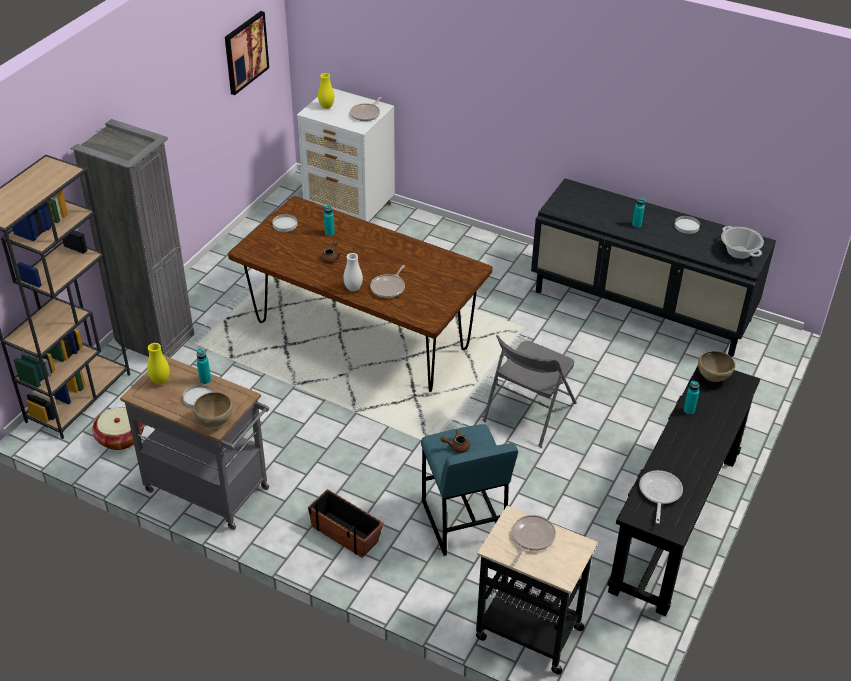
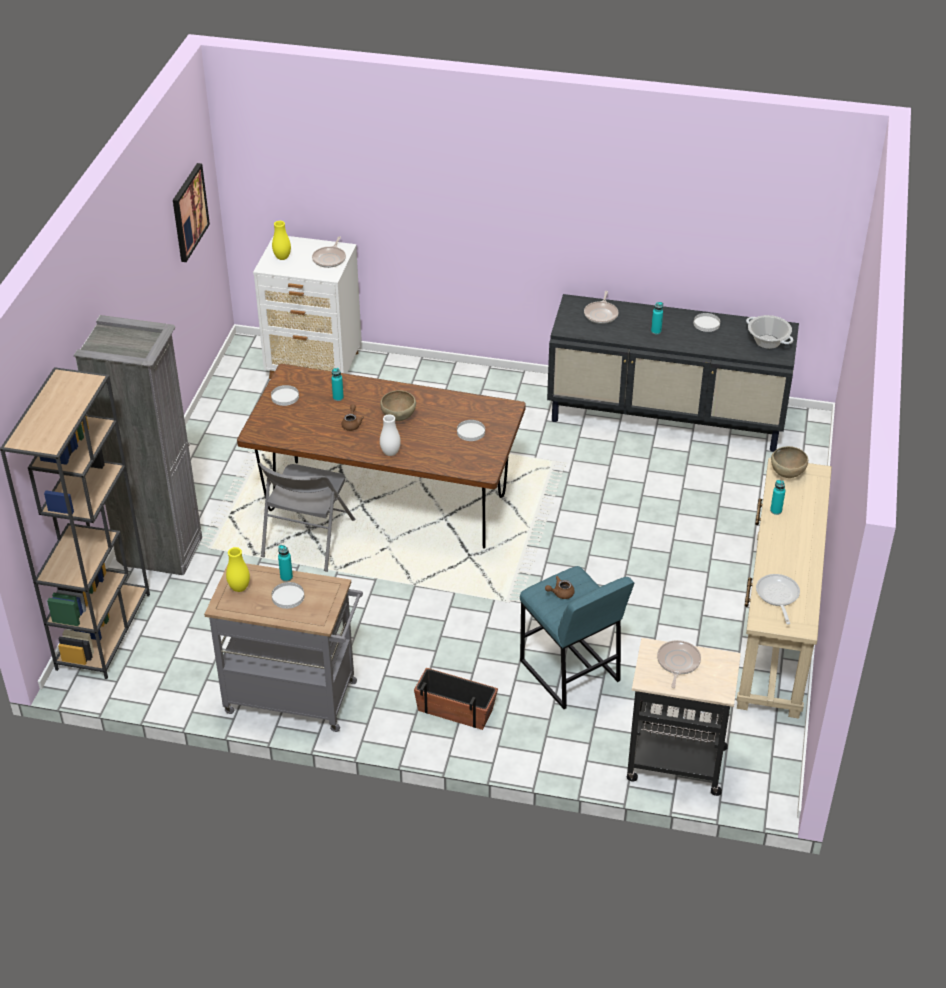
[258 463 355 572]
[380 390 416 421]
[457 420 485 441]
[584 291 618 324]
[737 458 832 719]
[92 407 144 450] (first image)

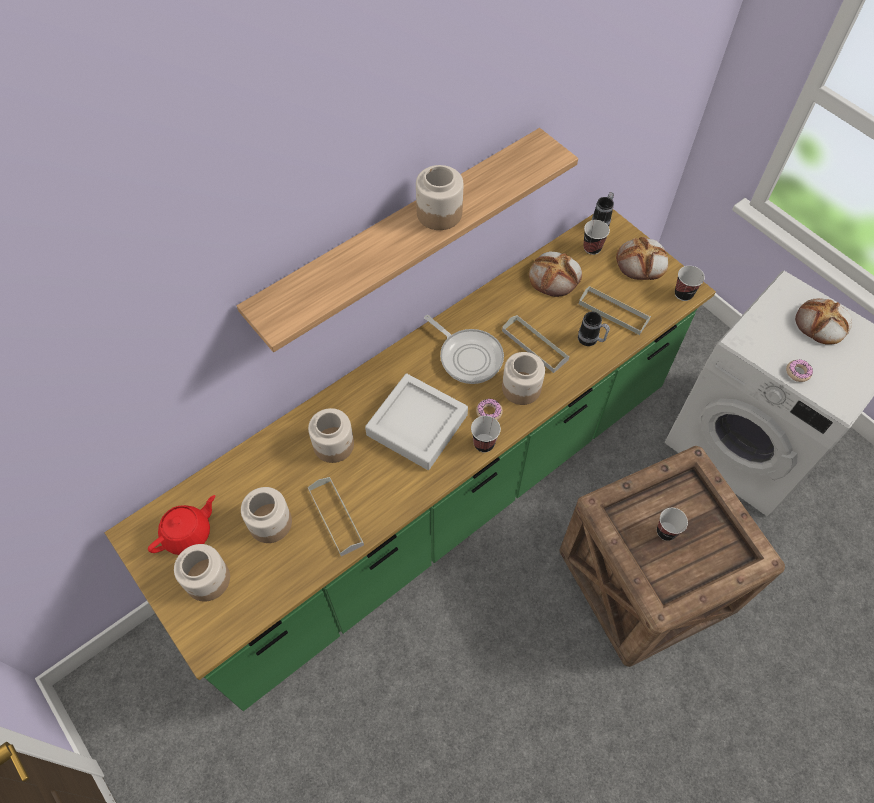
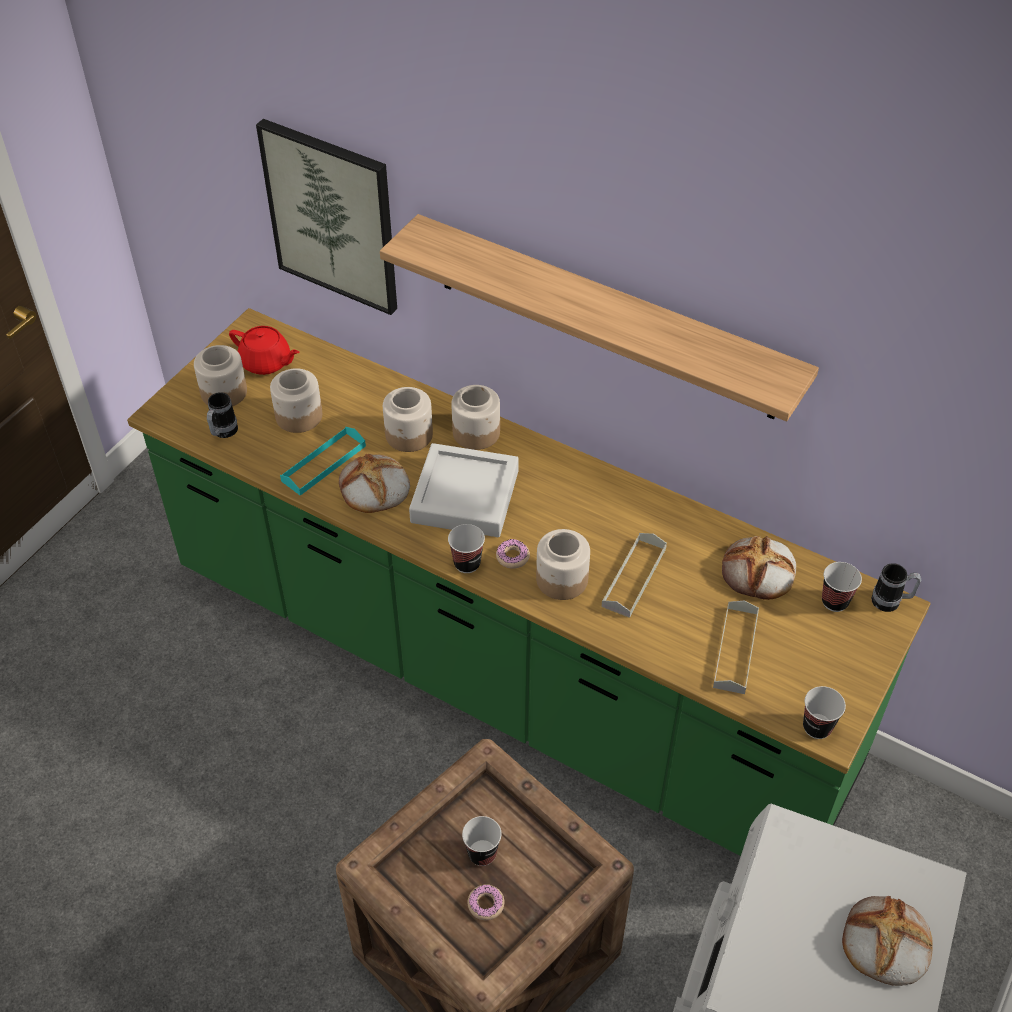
[207 392 238 438]
[256 119 397 315]
[280 427 366 496]
[339 454 410 513]
[451 385 500 450]
[468 884 504 920]
[424 315 504 384] (first image)

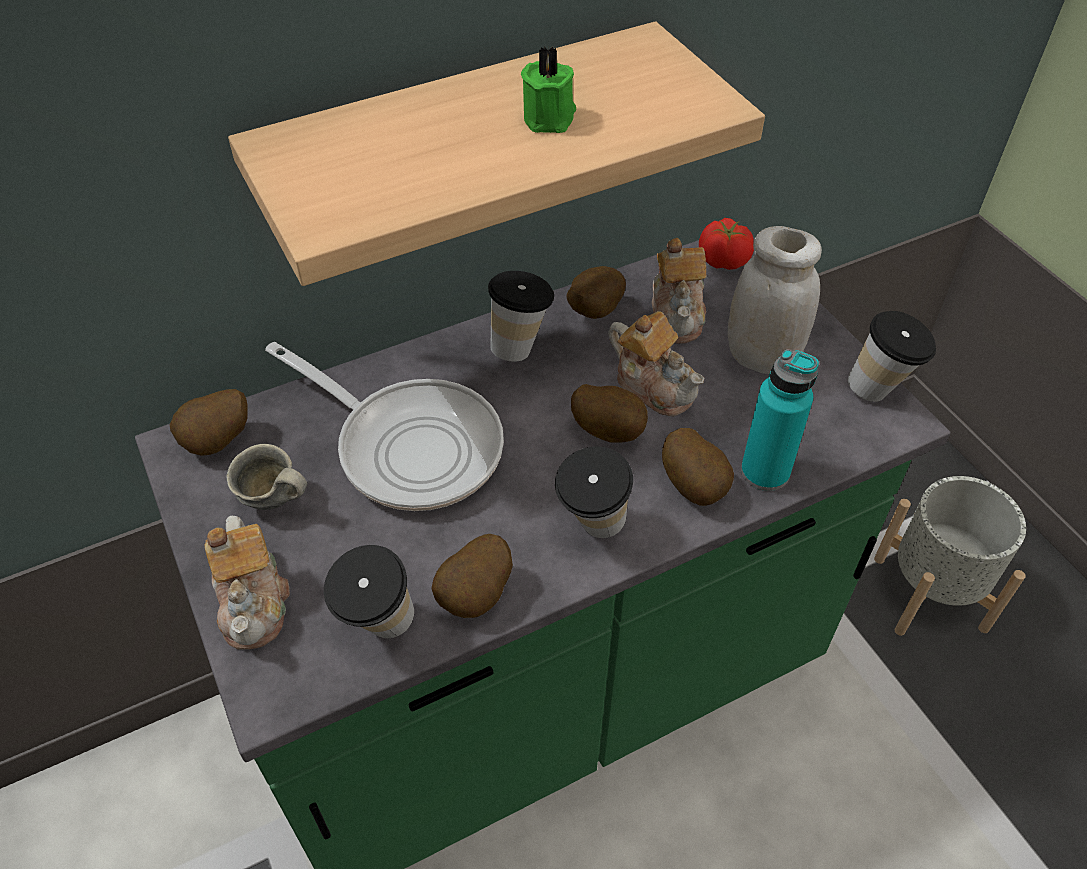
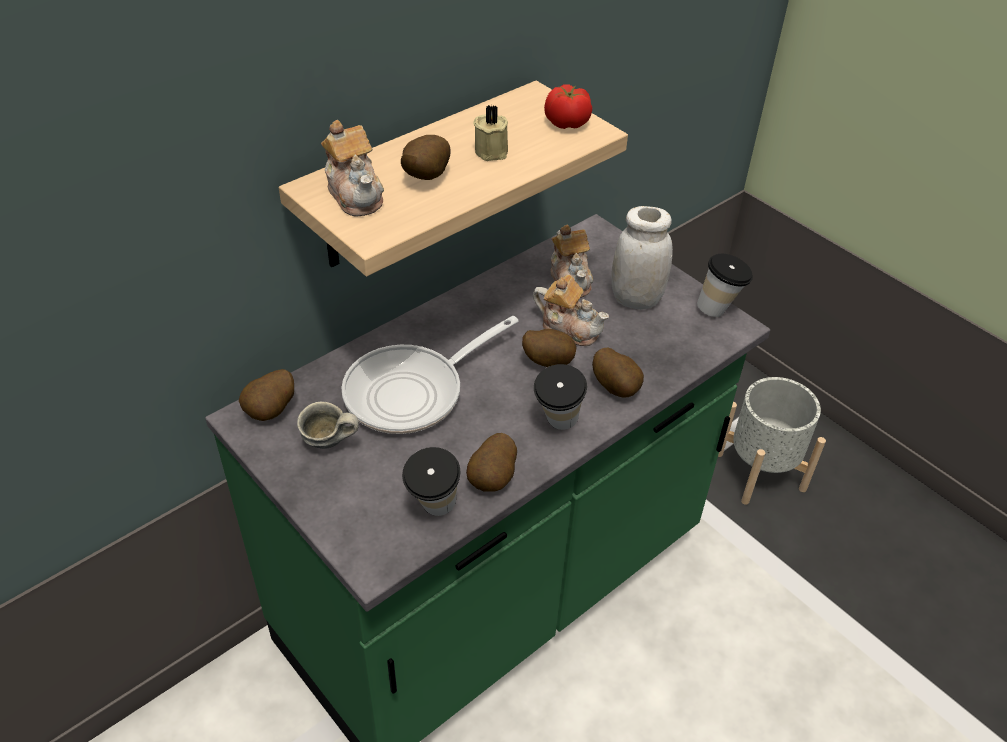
[321 120 384 217]
[342 316 519 434]
[401 135 451 180]
[473 105 508 161]
[544 84 592 129]
[488 271 554 362] (first image)
[741 349 819 491] (first image)

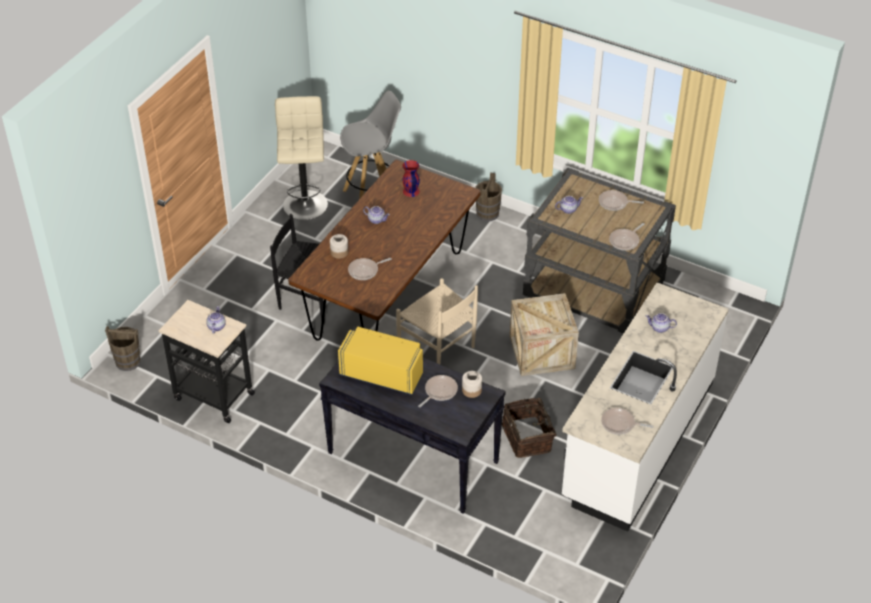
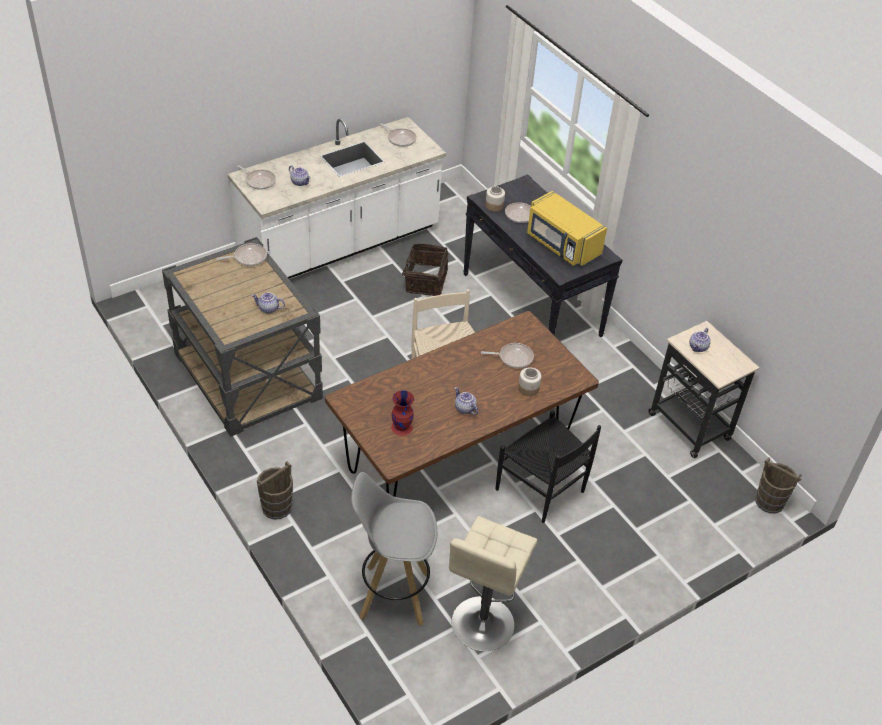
[237 165 276 190]
[510 293 579 376] (first image)

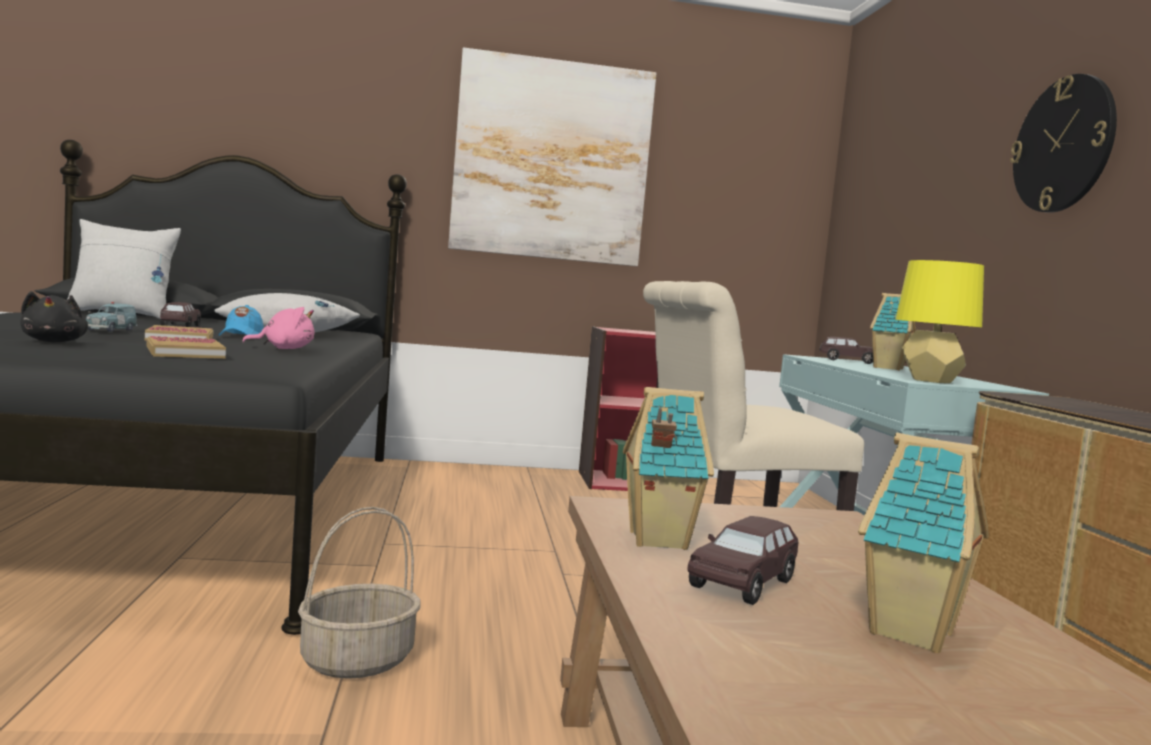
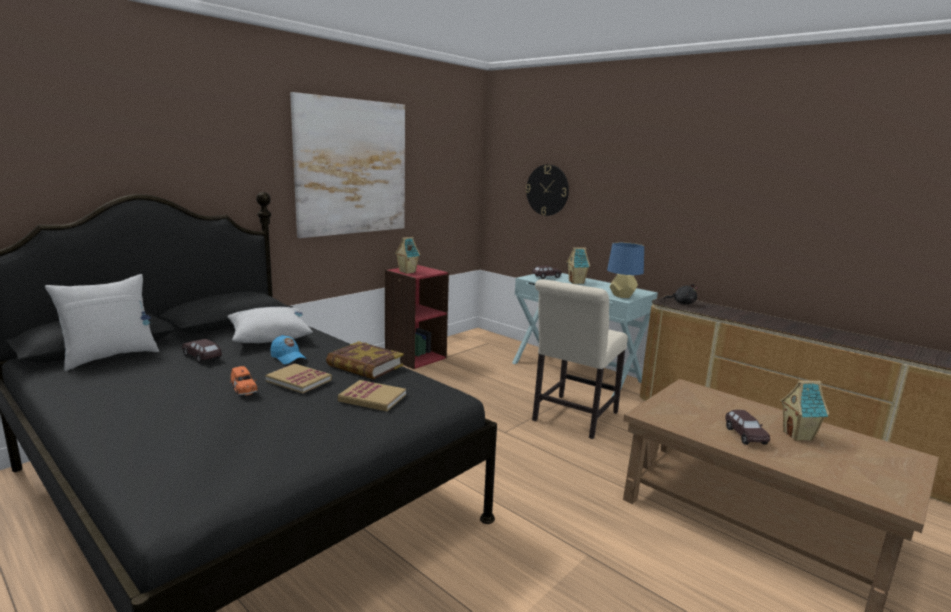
[230 366 257 396]
[326 341 404 379]
[395 237 421 274]
[526 164 569 216]
[607 242 644 298]
[664 284 698 304]
[298 507 421 679] (first image)

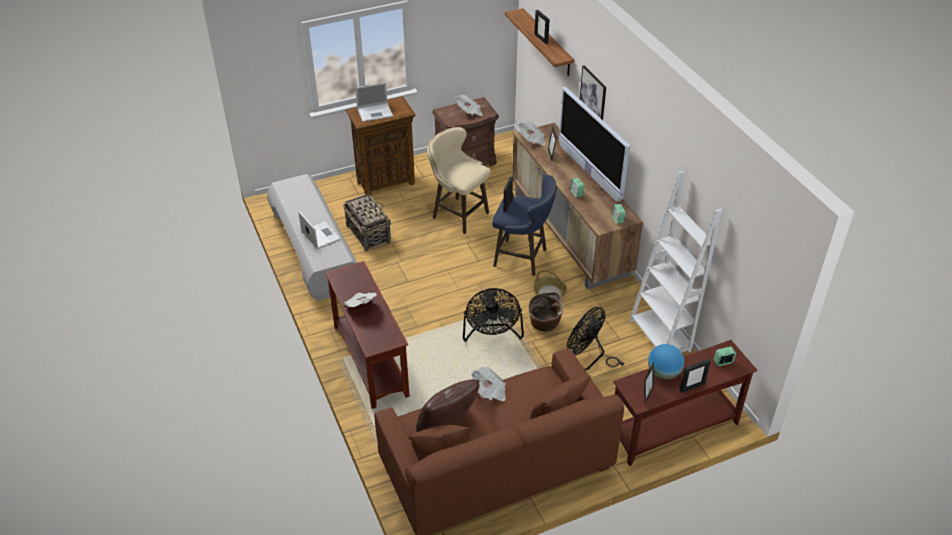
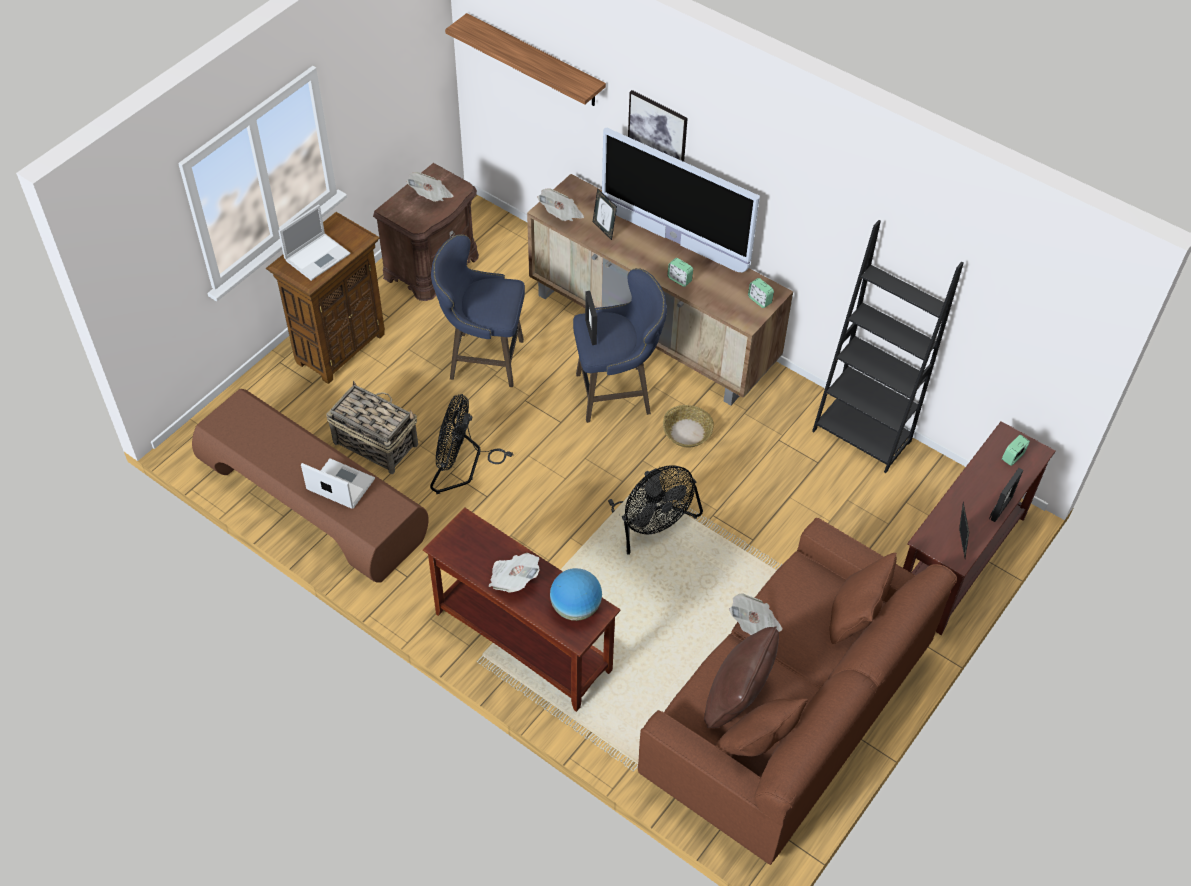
[192 389 429 583]
[430 394 513 494]
[431 234 525 387]
[550 568 602 621]
[812 220 964 473]
[529 292 564 331] (first image)
[534 10 550 44] (first image)

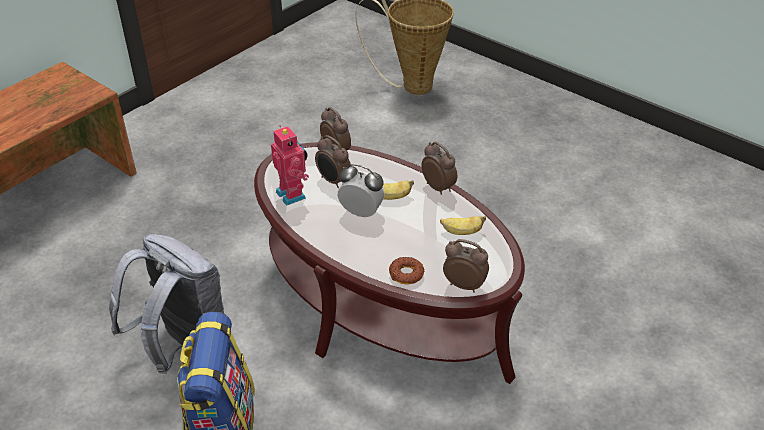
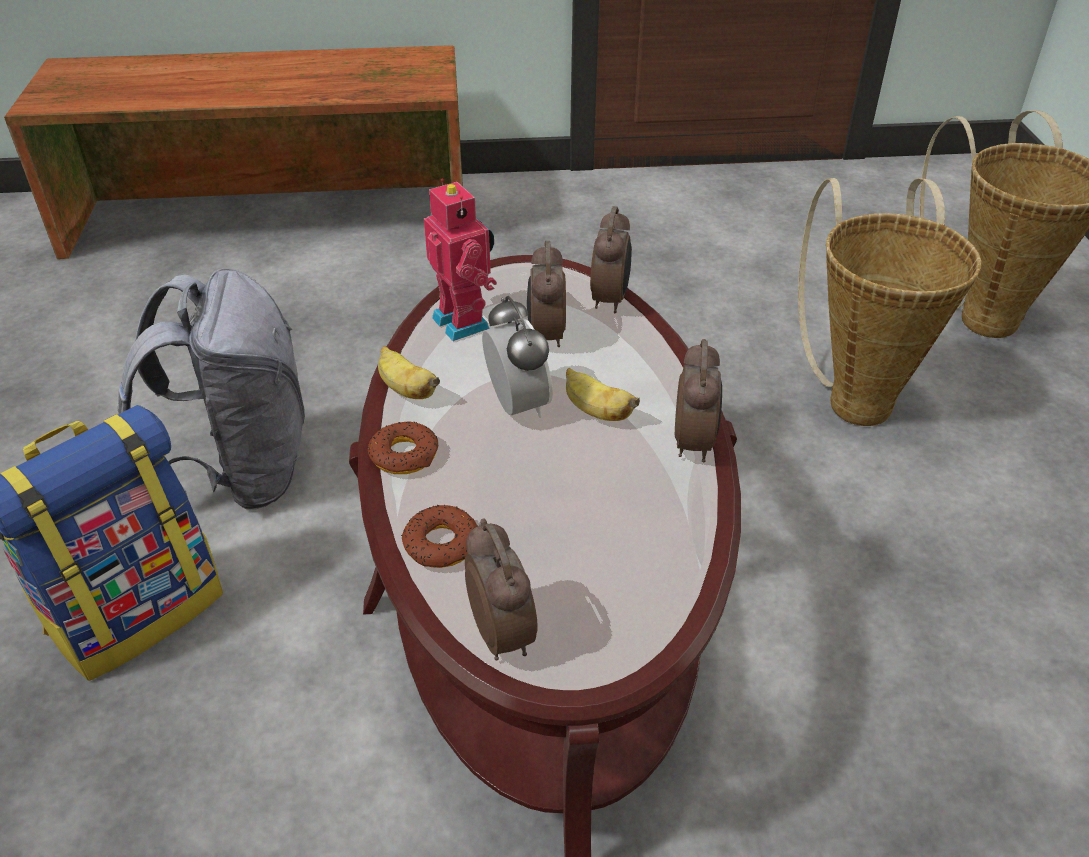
[367 422 438 474]
[378 346 440 399]
[424 179 497 341]
[798 178 982 426]

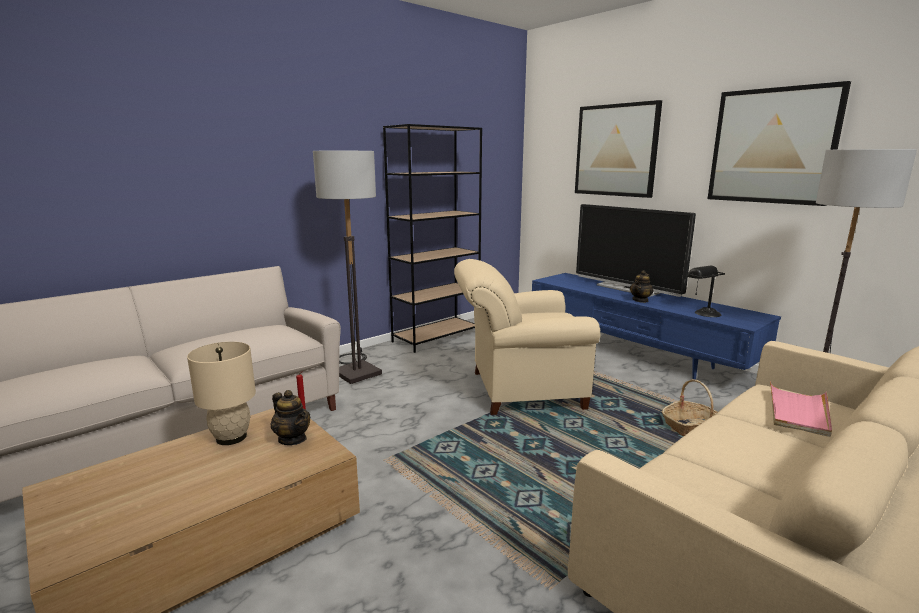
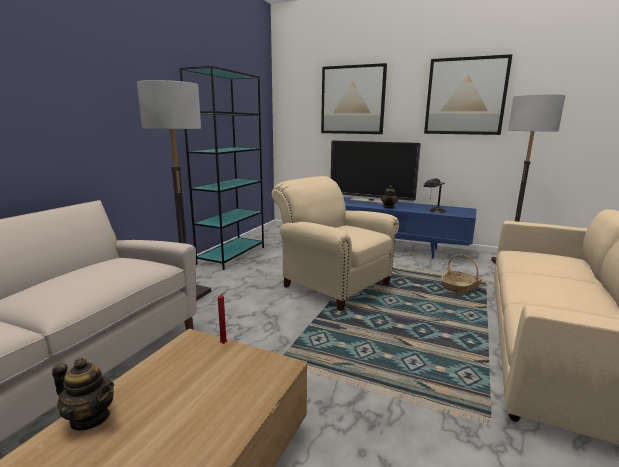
[52 358 114 430]
[179 66 264 270]
[272 176 399 311]
[187 342 256 445] (first image)
[770 381 832 437] (first image)

